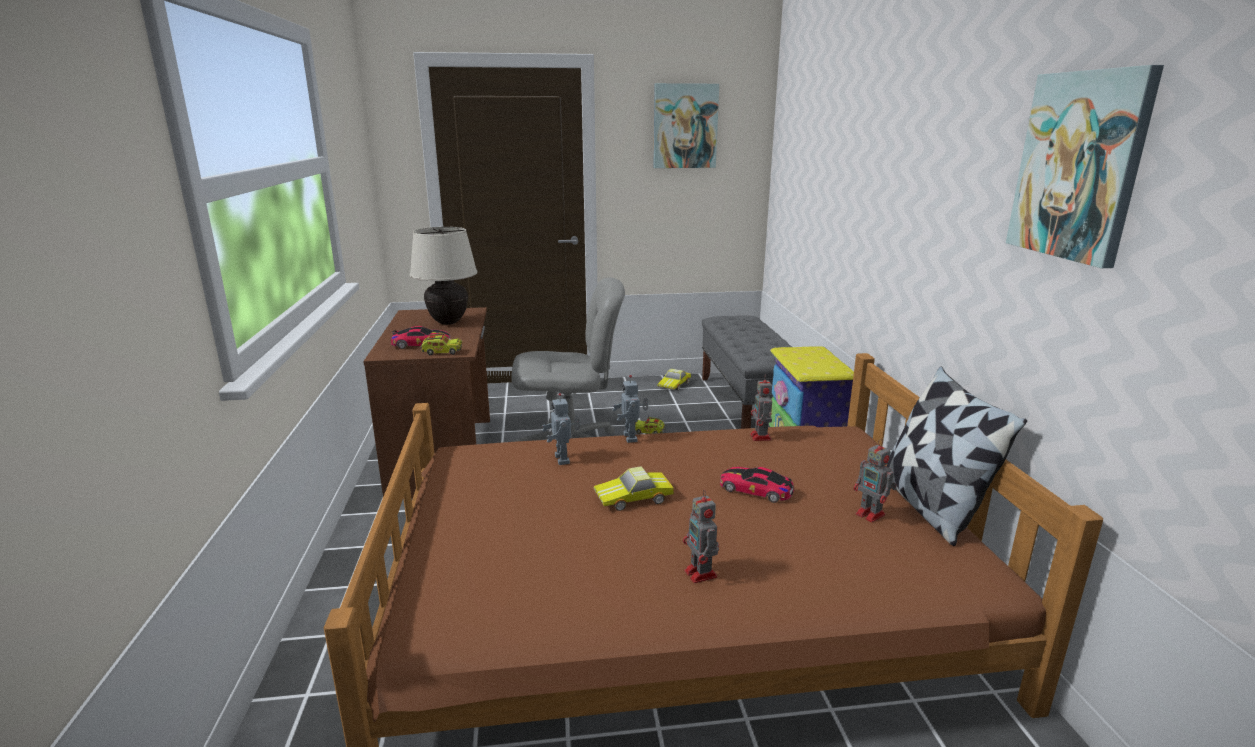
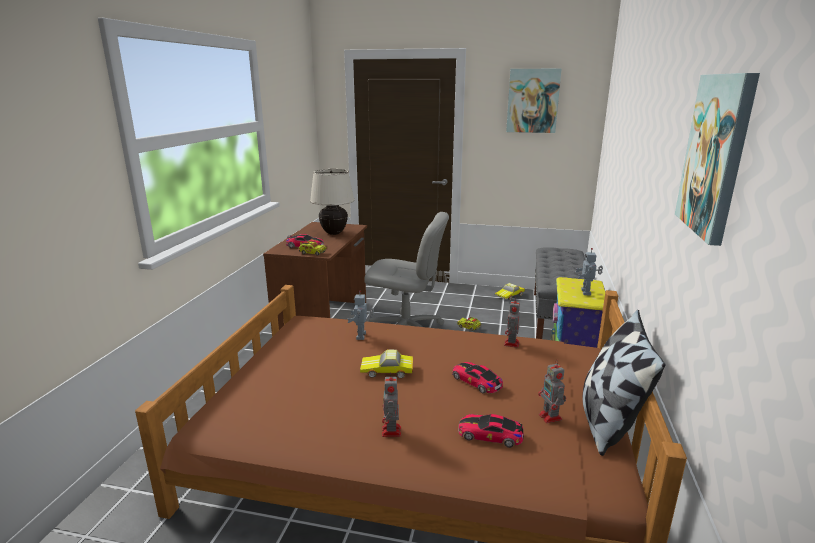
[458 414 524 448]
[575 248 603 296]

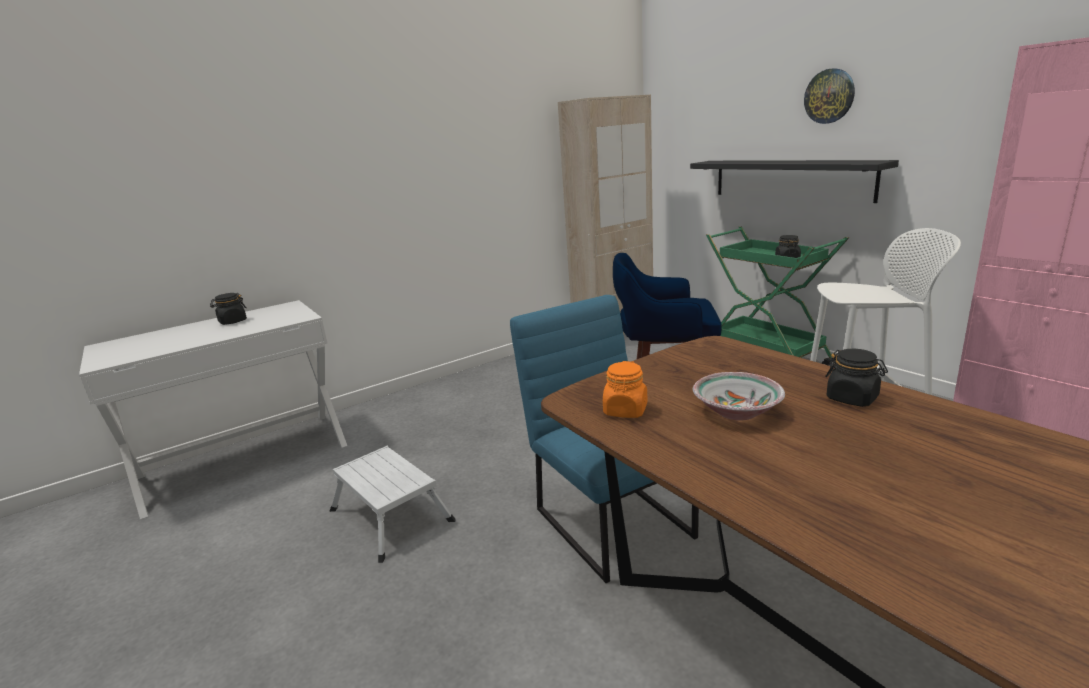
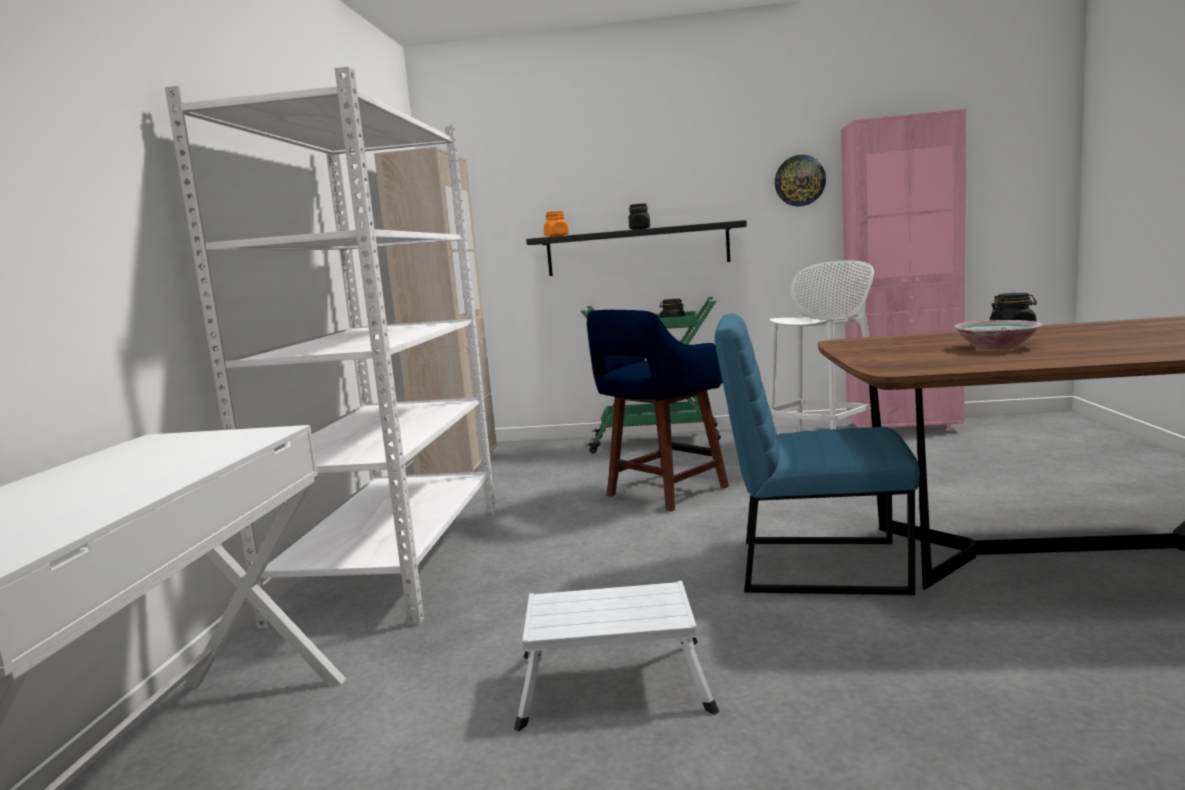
[165 67 496 628]
[544 211 569 237]
[629 204 650 230]
[775 155 826 207]

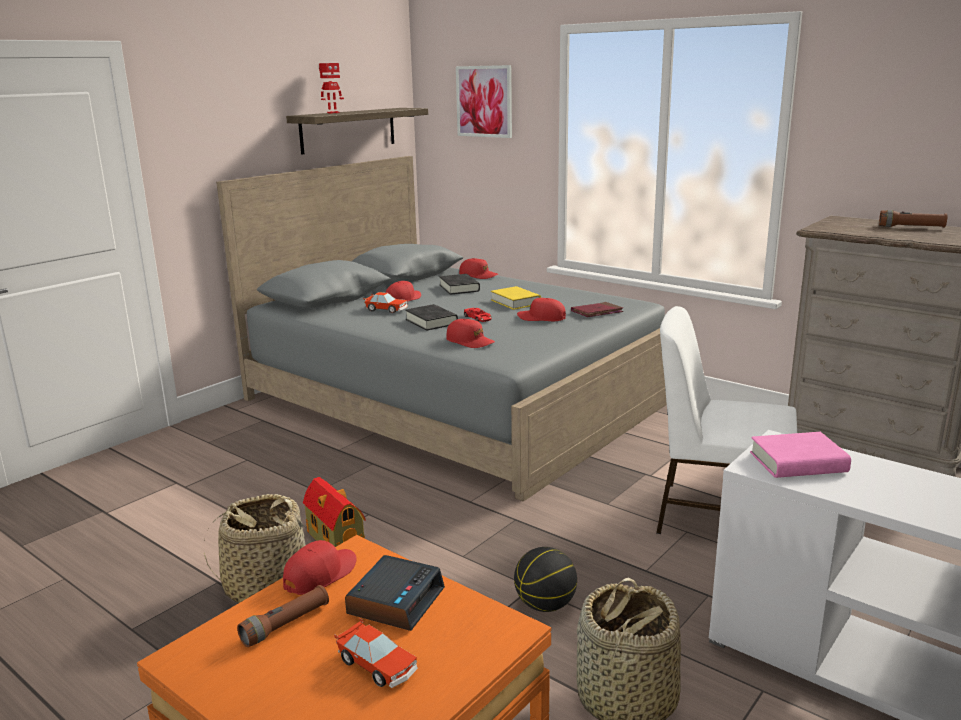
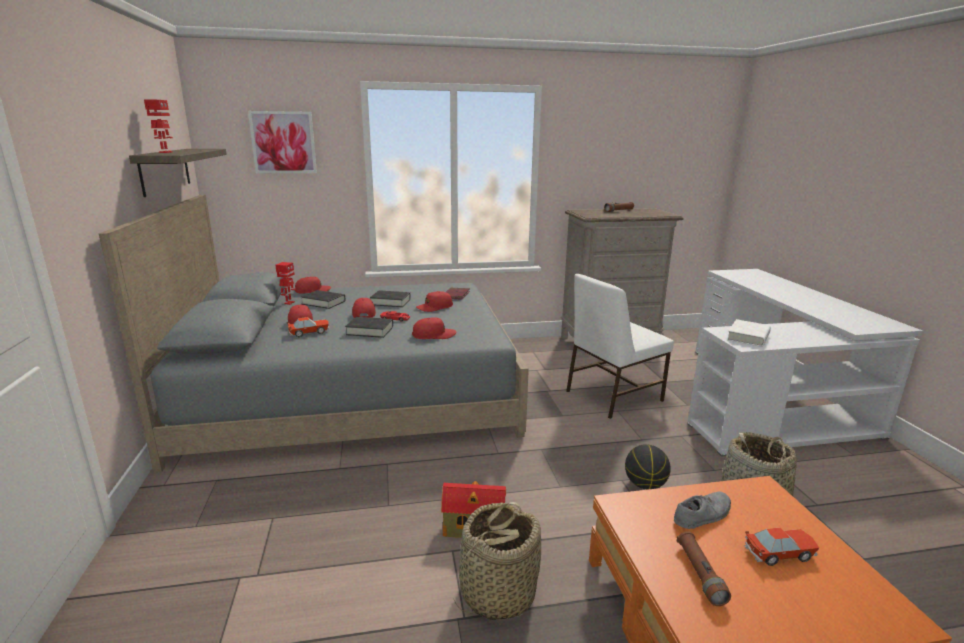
[275 262 296 305]
[352 298 376 318]
[370 290 411 307]
[674 492 731 529]
[727 319 771 347]

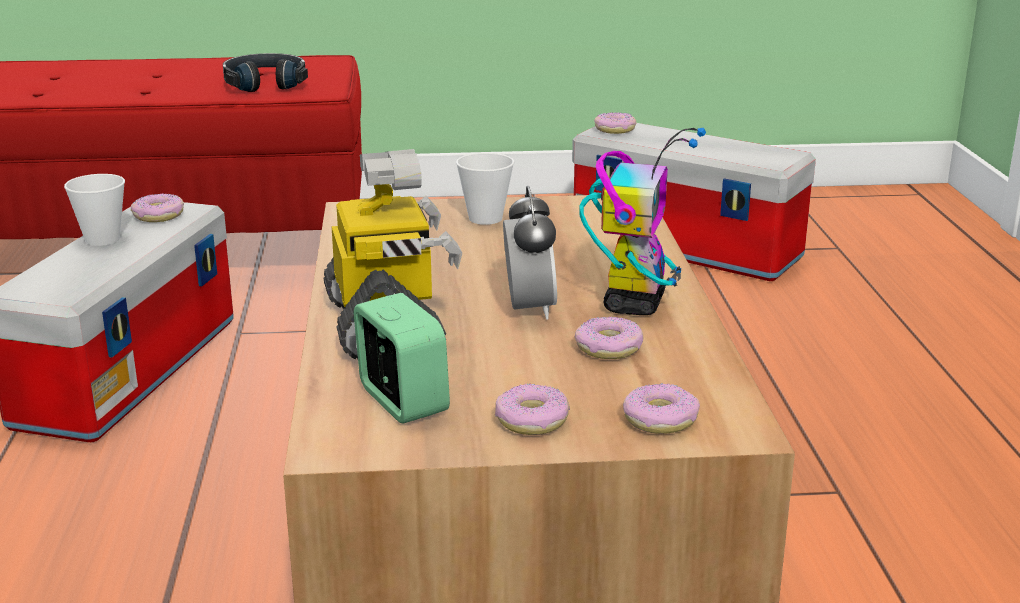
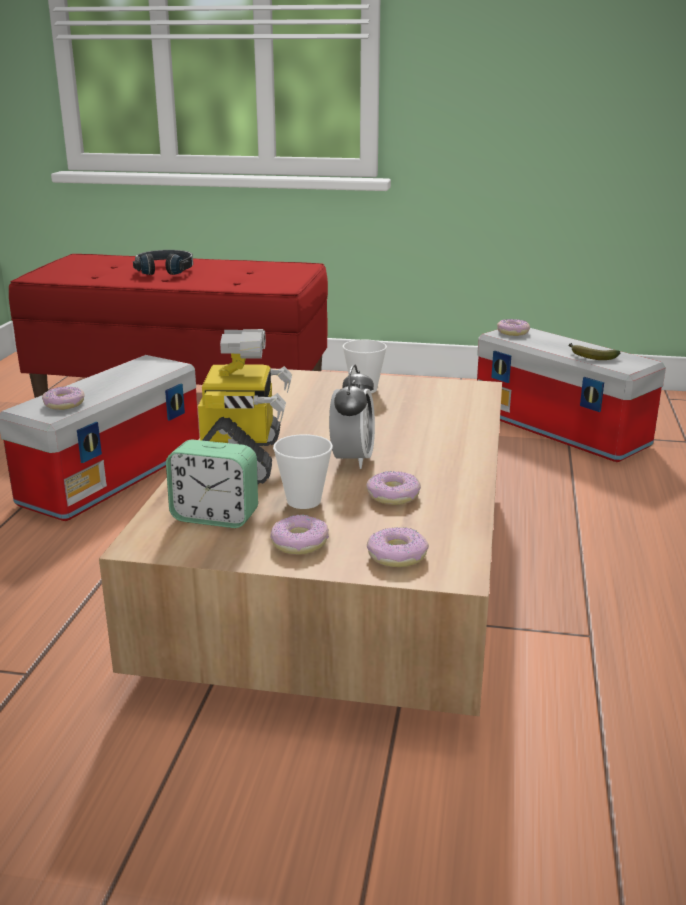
[42 387 85 410]
[133 250 193 275]
[166 440 258 528]
[273 434 333 509]
[568 343 620 360]
[579 128 706 315] (first image)

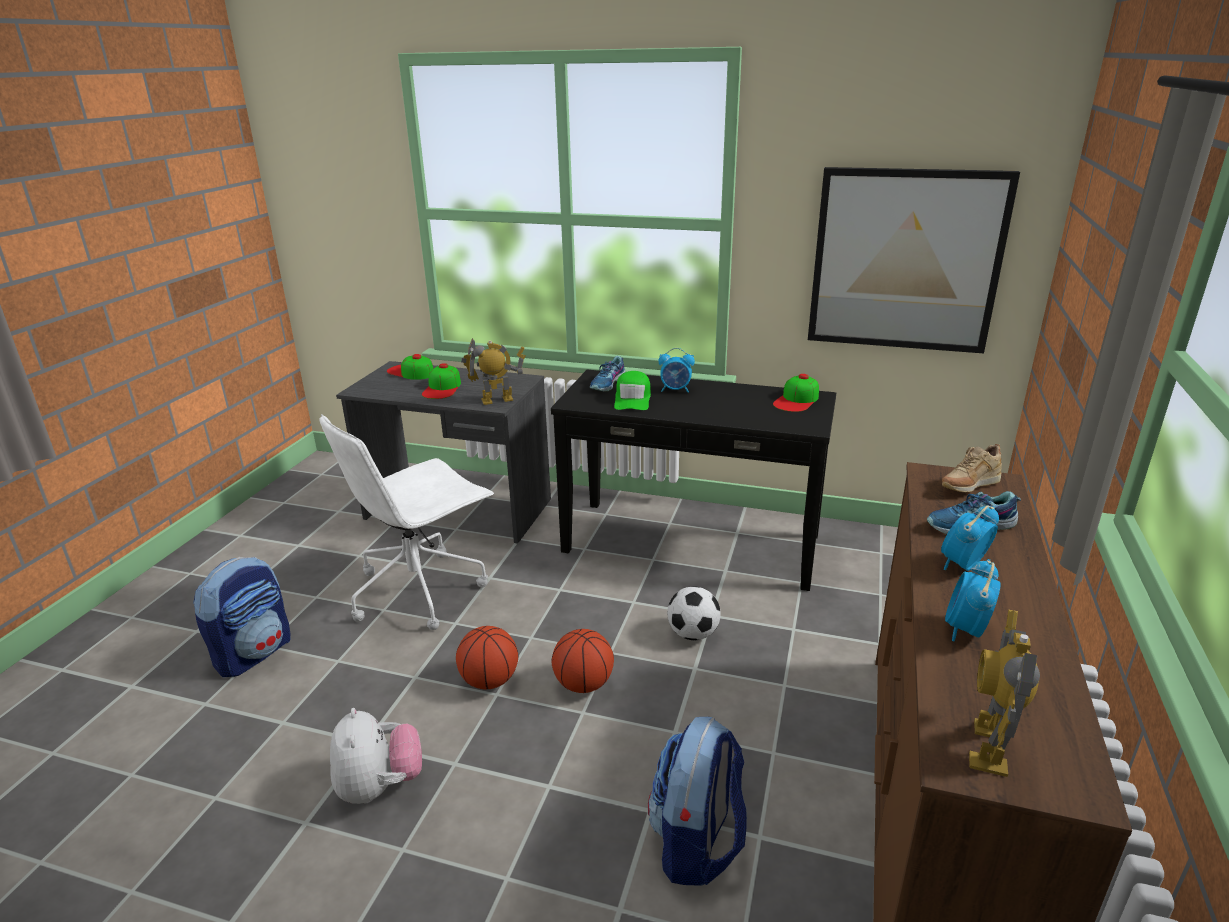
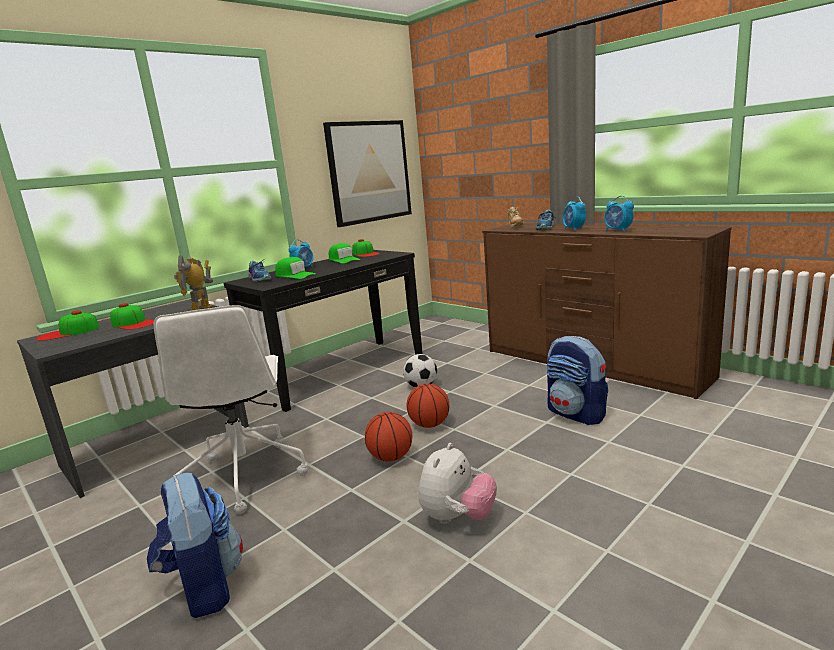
[329 243 361 263]
[419 443 497 524]
[969 610 1040 777] (first image)

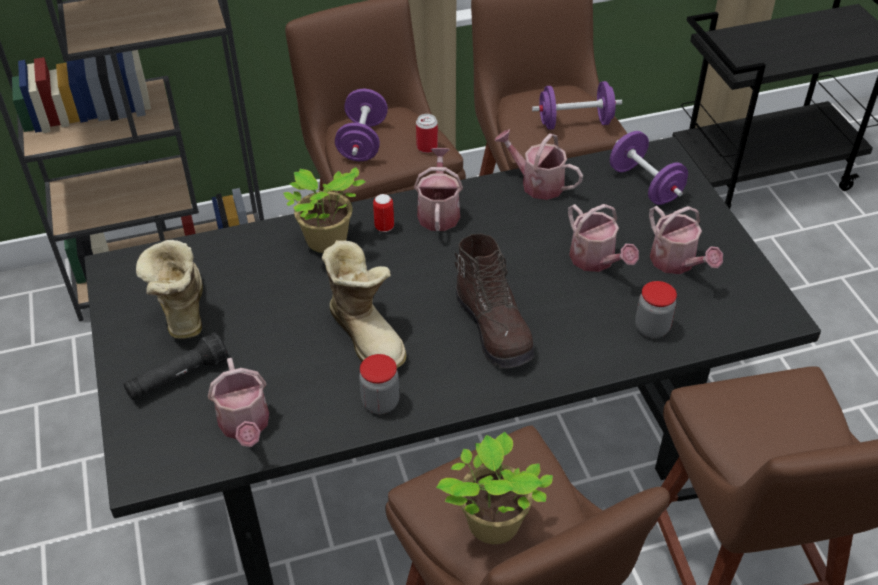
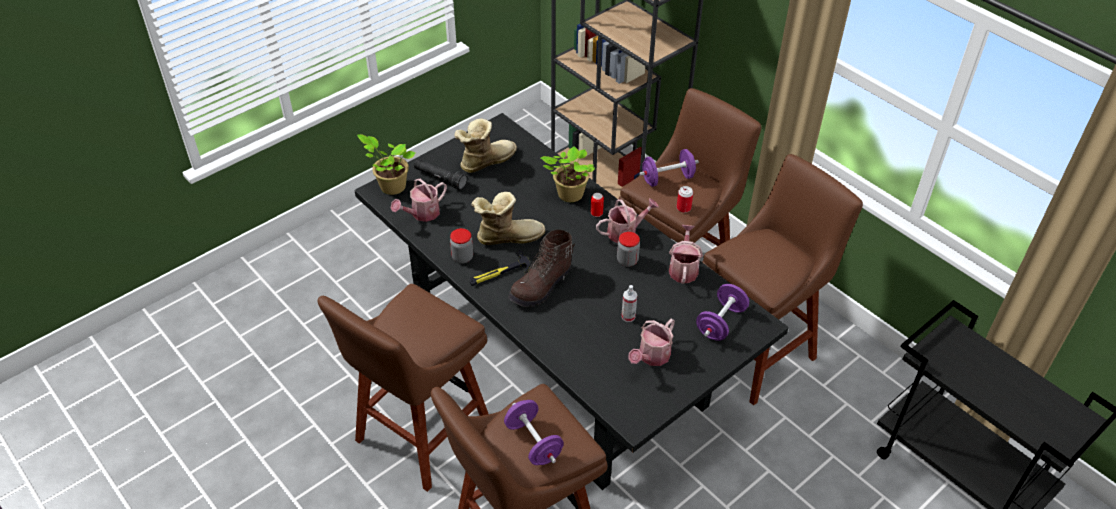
[357 134 416 195]
[469 250 530 286]
[471 192 545 245]
[504 400 564 465]
[617 232 640 267]
[621 285 637 322]

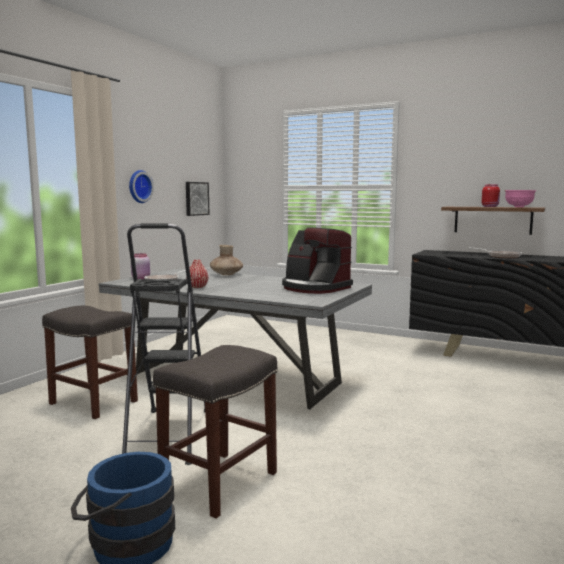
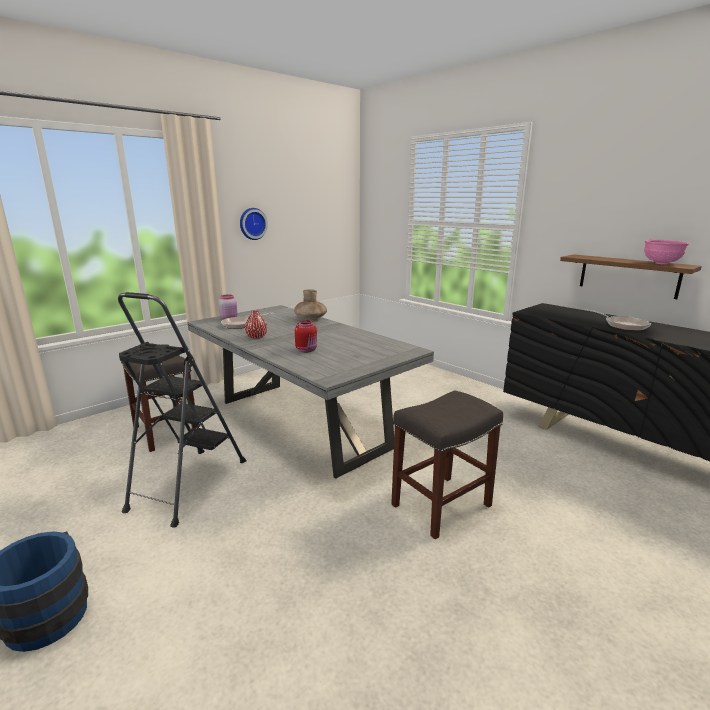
[295 320 317 353]
[391 390 503 539]
[186 182 210 216] (first image)
[282 227 353 294] (first image)

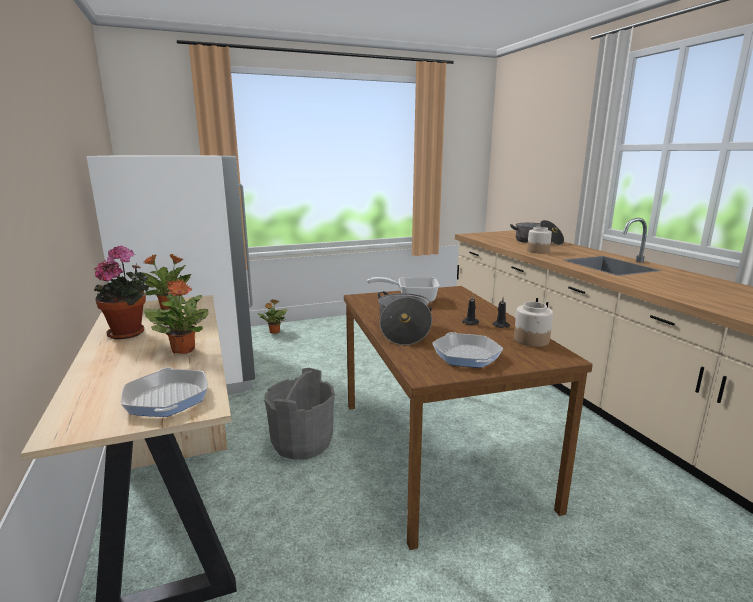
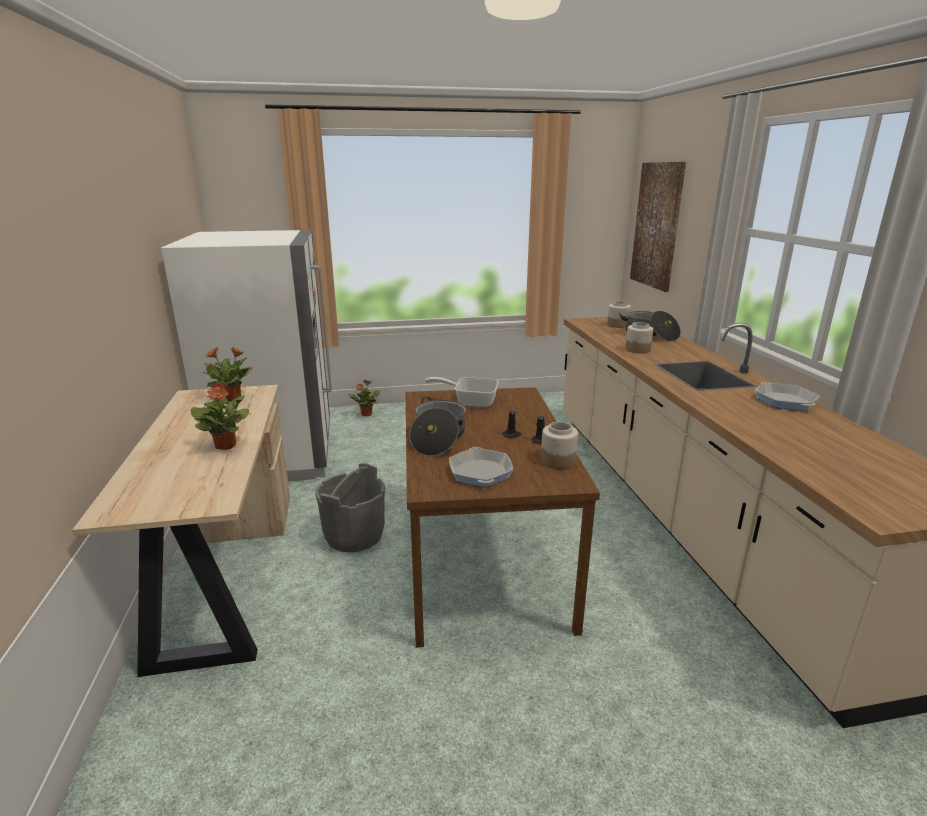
[607 301 631 328]
[630 162 686 292]
[755 382 820 411]
[94 245 149 339] (first image)

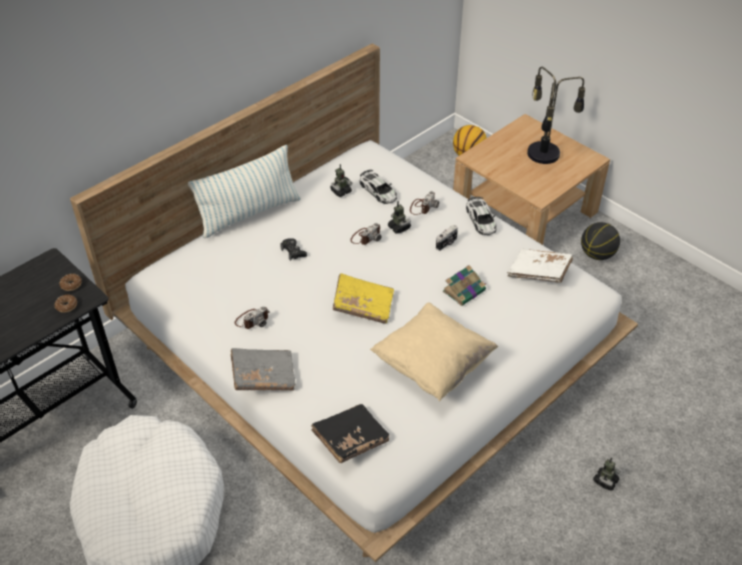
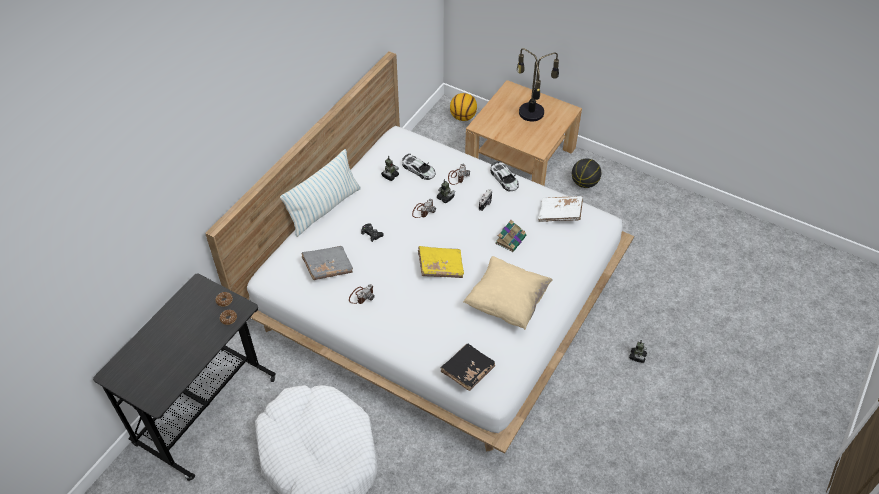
[301 246 353 280]

